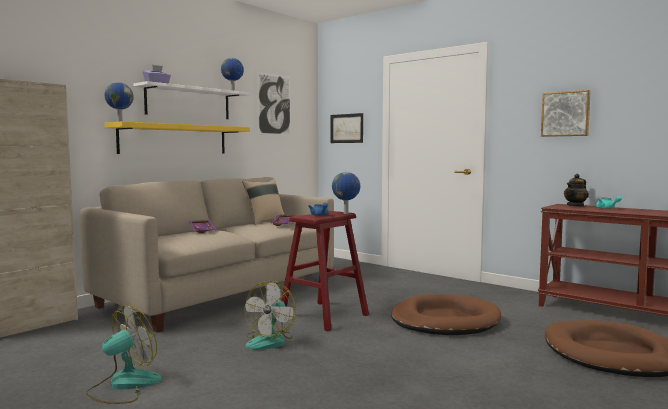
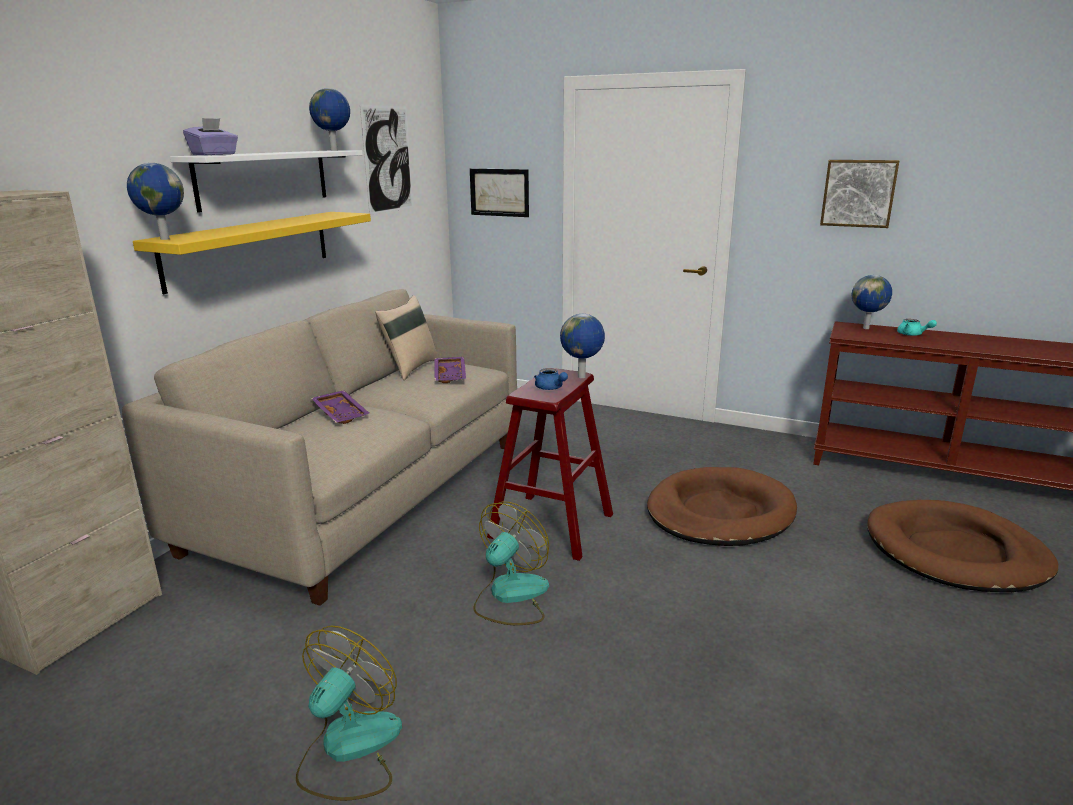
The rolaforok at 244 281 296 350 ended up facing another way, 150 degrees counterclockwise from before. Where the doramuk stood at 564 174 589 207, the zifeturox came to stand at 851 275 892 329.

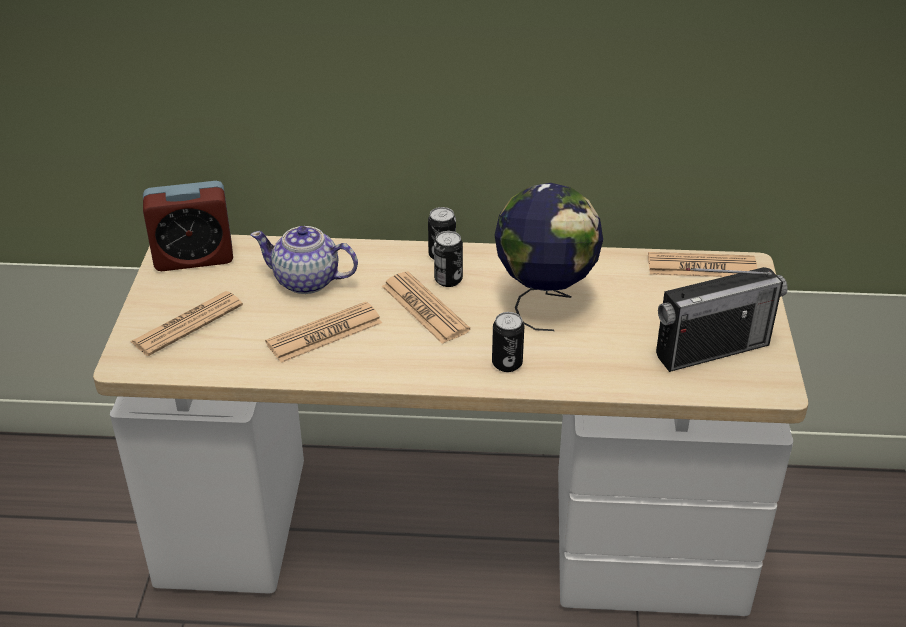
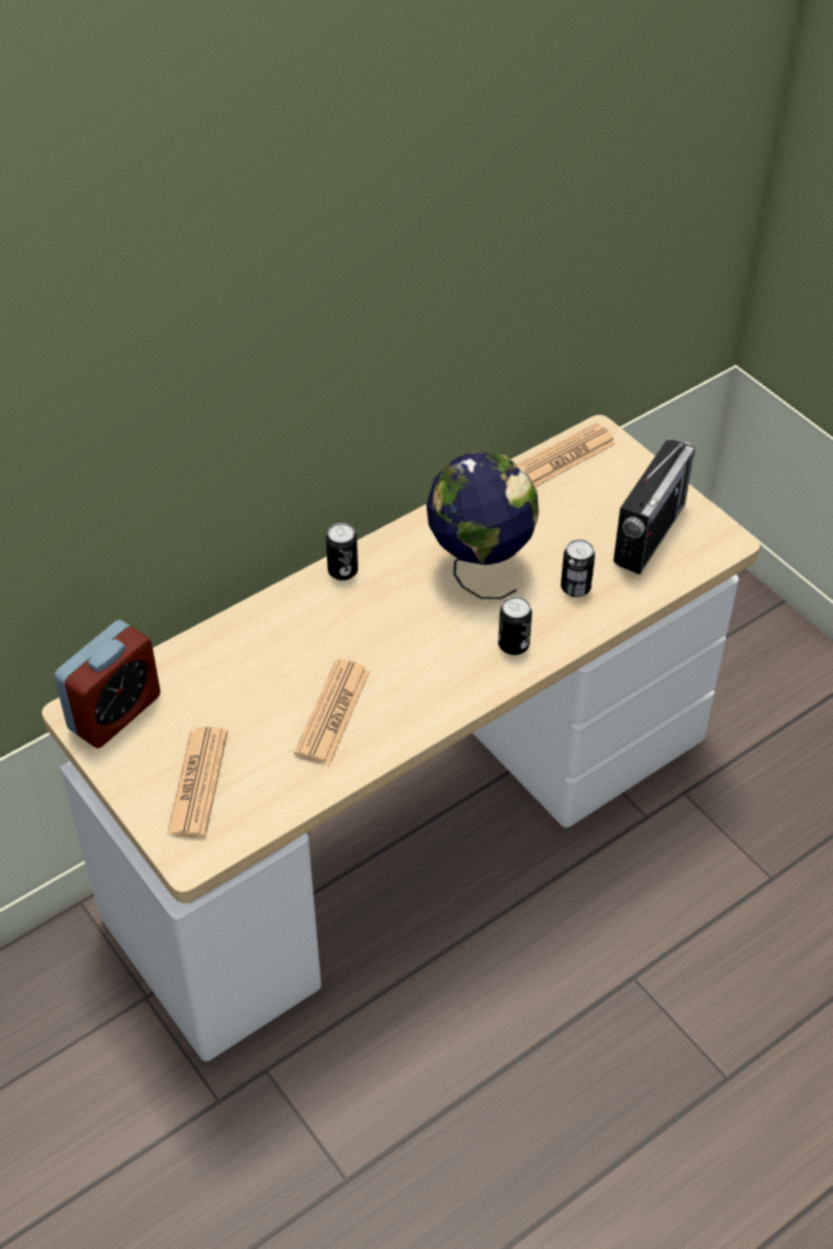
The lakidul ended up elsewhere, having gone from 434 231 463 287 to 561 539 595 597. The second view lost the doramuk at 251 226 358 294. The second view lost the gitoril at 382 272 470 344.

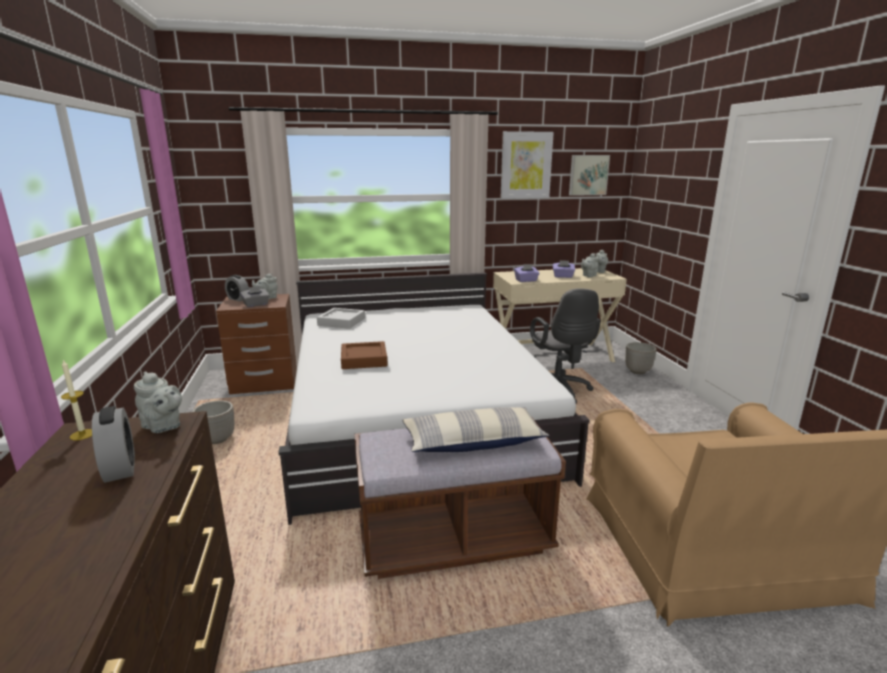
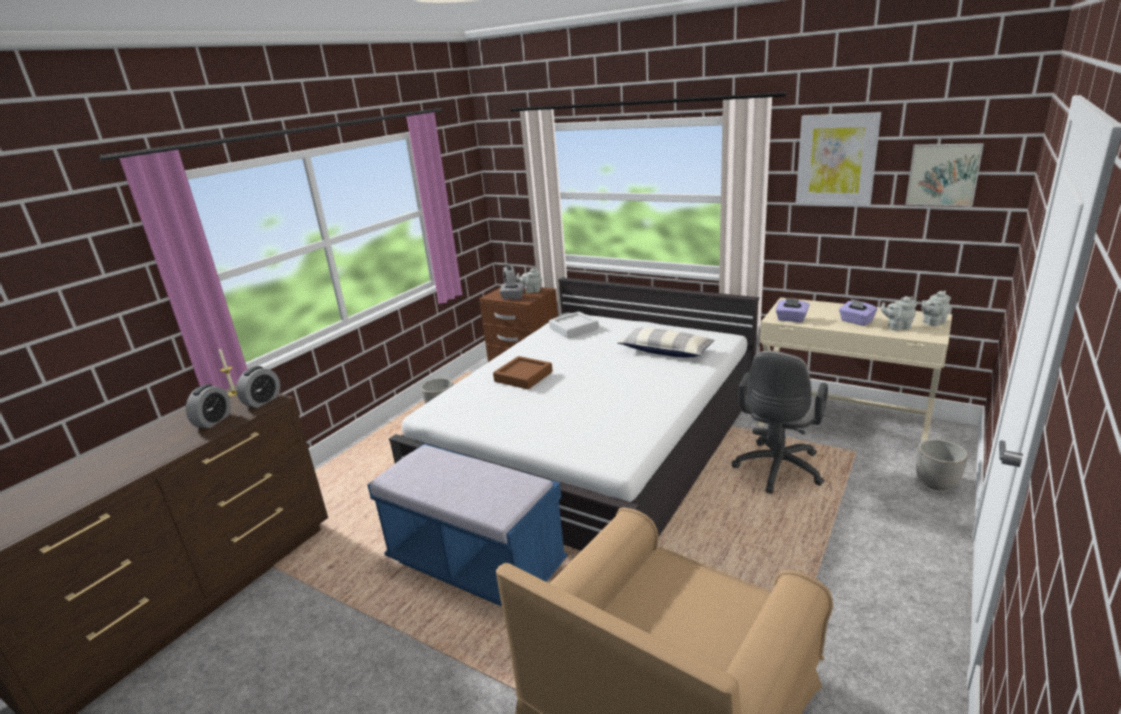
Where the doramuk (grey) stood at 134 371 182 433, the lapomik came to stand at 236 366 280 408. What was the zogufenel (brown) at 354 419 566 579 turned into the zogufenel (blue) at 368 443 567 606. The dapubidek ended up elsewhere, having gone from 402 407 549 452 to 617 328 715 358.

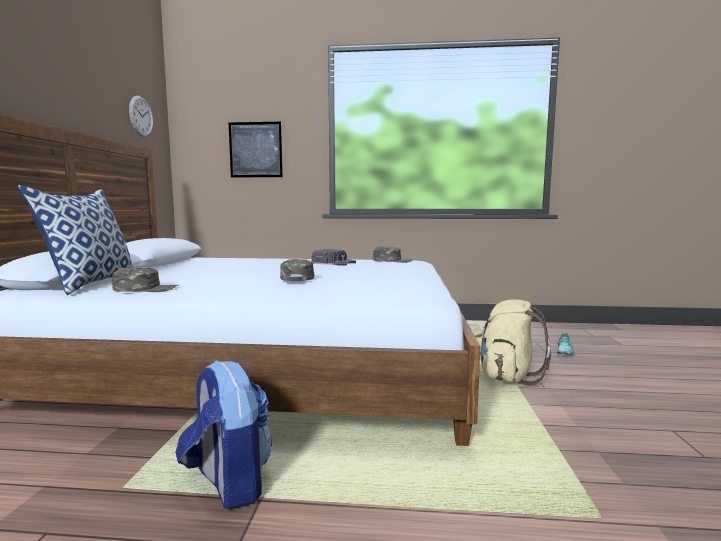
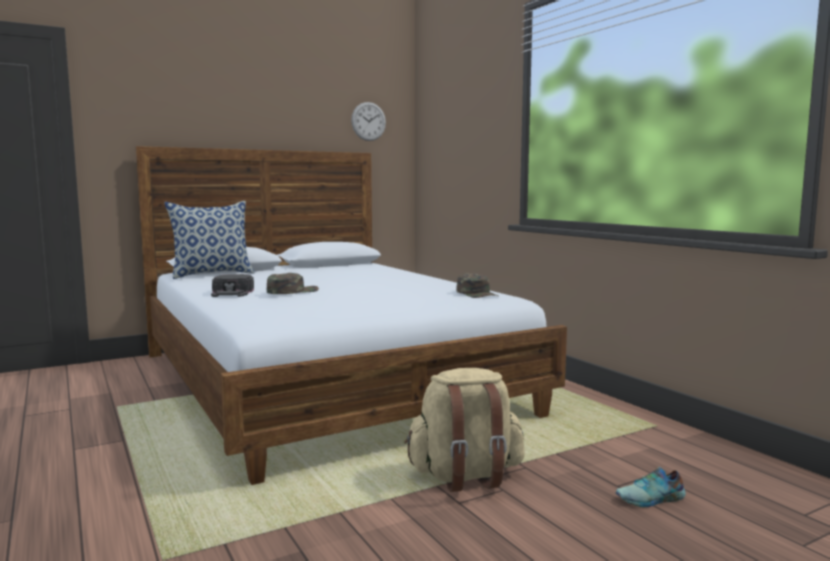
The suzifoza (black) ended up elsewhere, having gone from 311 249 356 265 to 211 274 254 297. The second view lost the suzifoza (green) at 112 267 179 292. The second view lost the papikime at 175 360 272 510. The second view lost the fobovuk at 229 122 283 178.

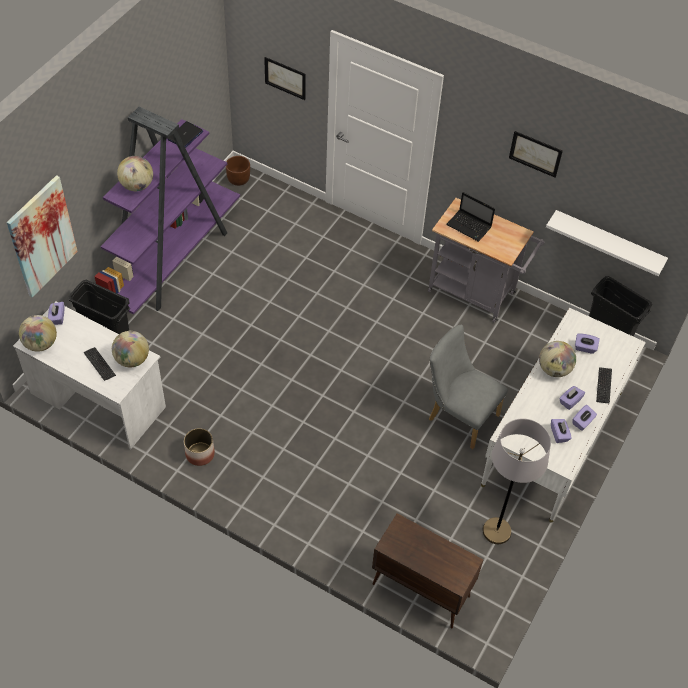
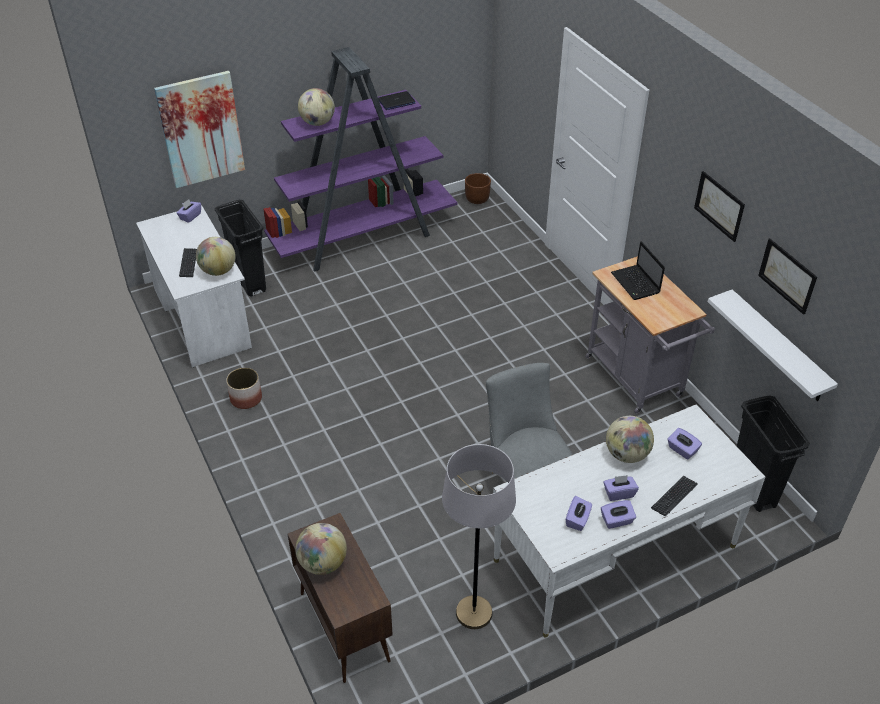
The zifeturox ended up elsewhere, having gone from 19 315 57 352 to 295 523 347 575. The fobovuk ended up elsewhere, having gone from 264 57 306 100 to 758 238 817 315.

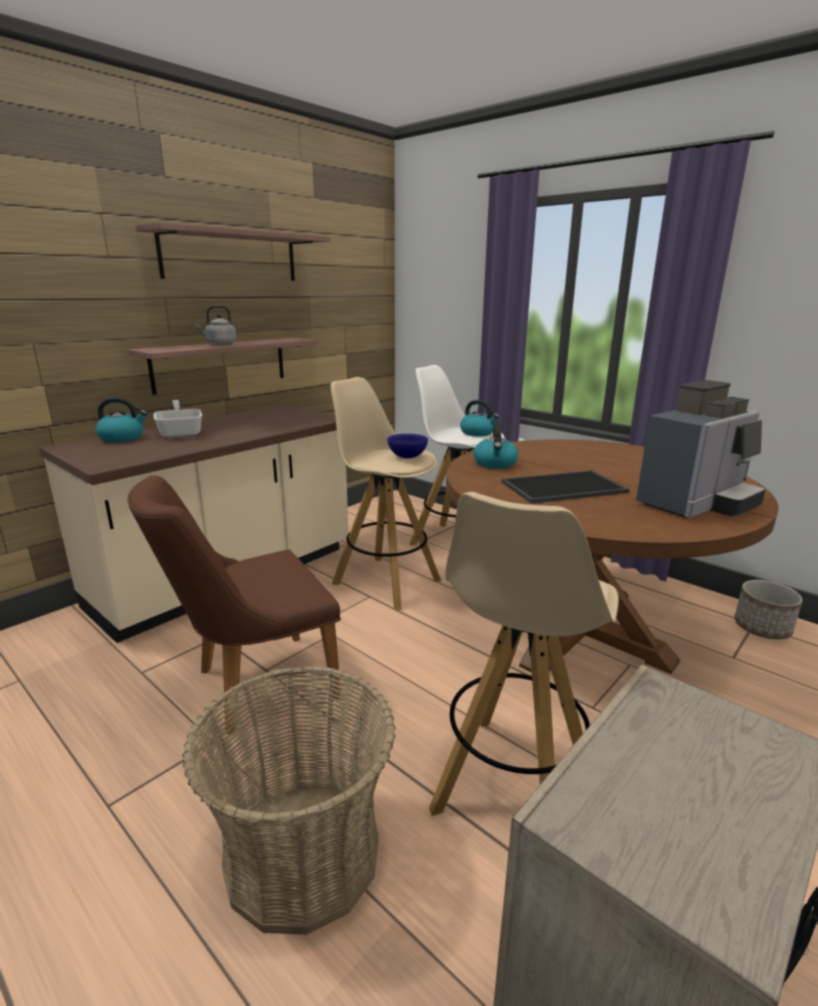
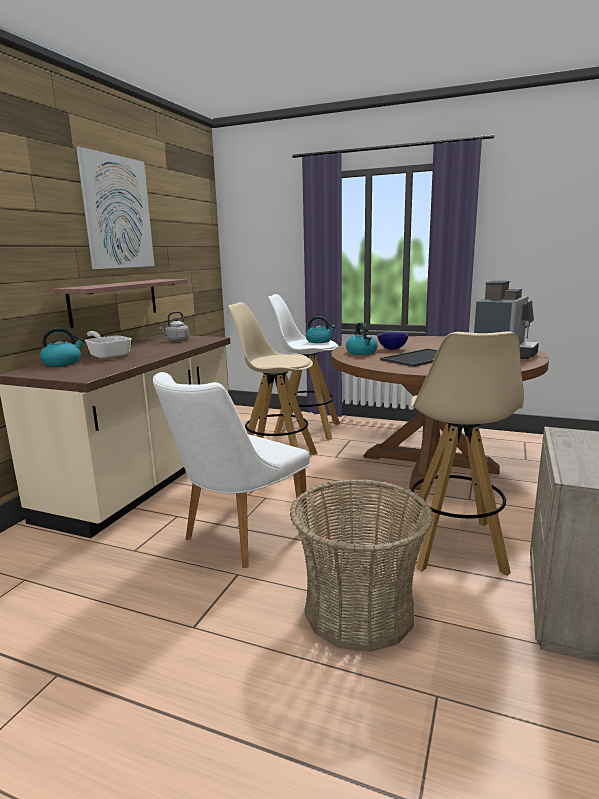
Where the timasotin hung at 135 222 330 281, the fobovuk came to hang at 76 147 154 269. What was the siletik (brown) at 128 475 341 734 turned into the siletik (white) at 153 372 310 568. The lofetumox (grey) ended up elsewhere, having gone from 195 306 236 345 to 159 311 190 341. The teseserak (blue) ended up elsewhere, having gone from 387 434 428 459 to 377 332 408 350. The second view lost the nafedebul at 735 580 803 640.

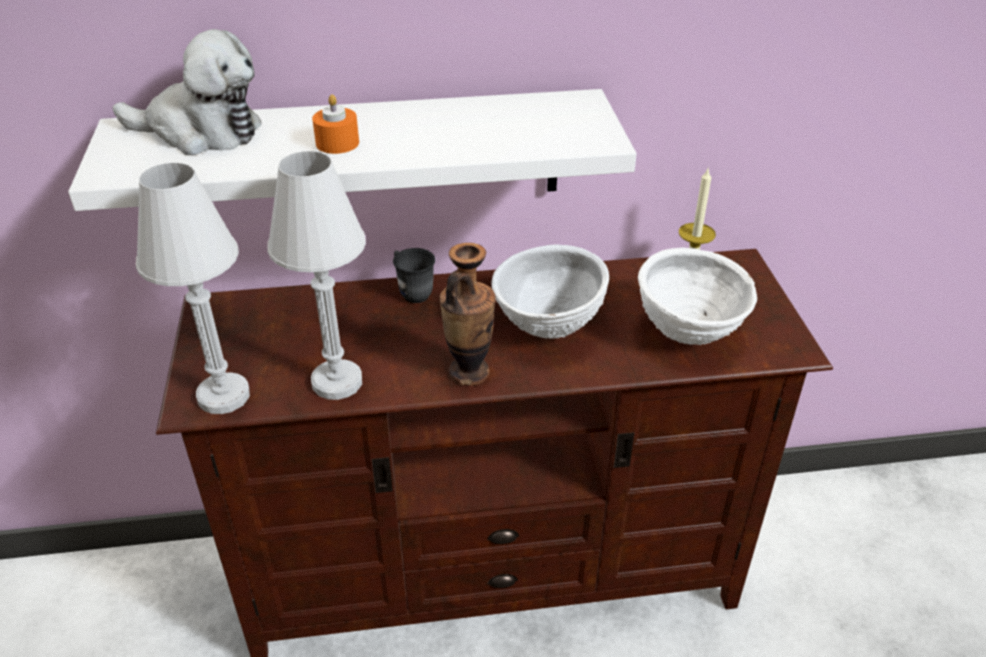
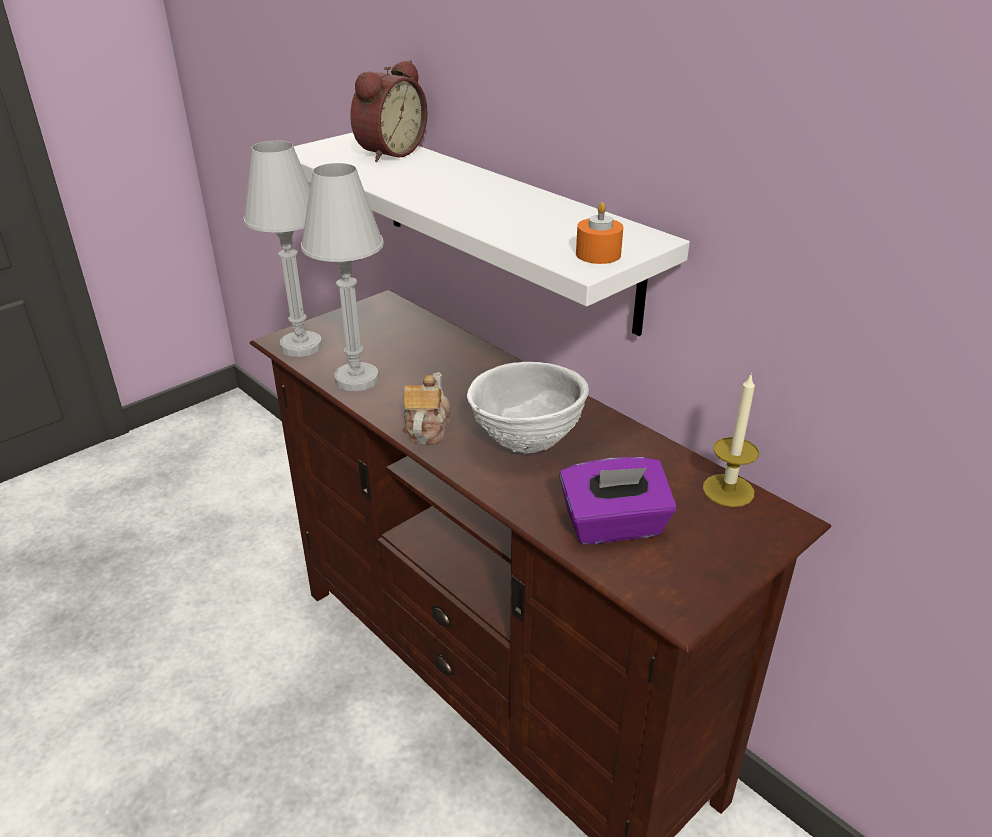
Where the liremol stood at 113 29 262 155, the lapomik came to stand at 350 60 427 162. Where the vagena stood at 439 243 496 386, the doramuk came to stand at 402 372 451 445. Where the teseserak (white) stood at 638 247 757 345, the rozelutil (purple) came to stand at 559 457 677 544. The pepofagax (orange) ended up elsewhere, having gone from 312 94 359 154 to 576 202 624 264. The second view lost the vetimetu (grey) at 393 248 435 303.

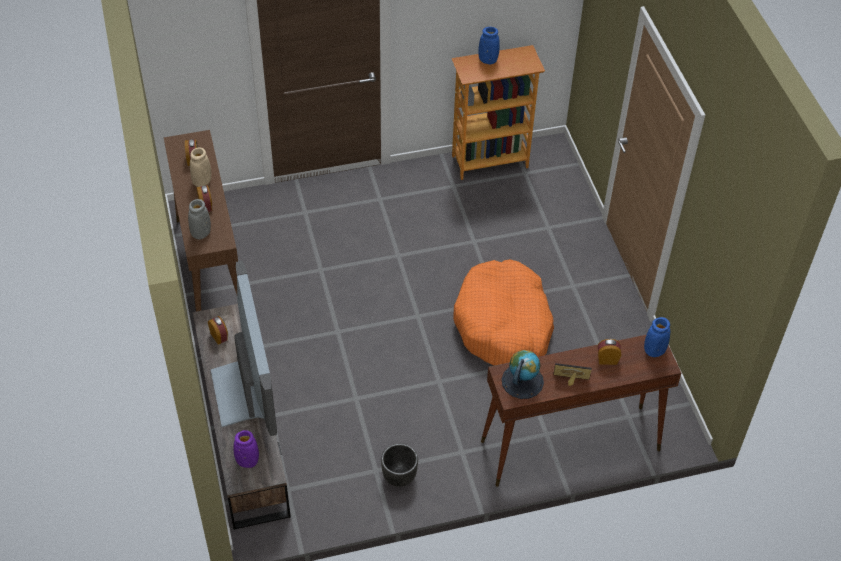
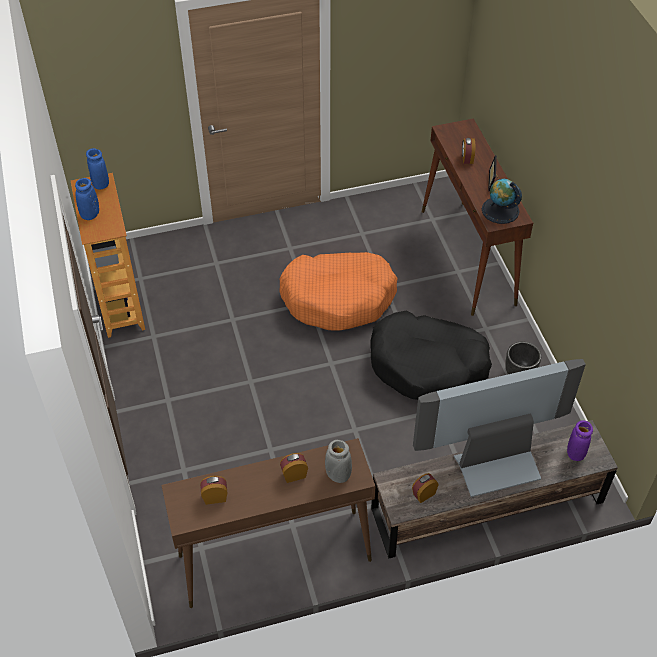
The vagena (blue) ended up elsewhere, having gone from 644 317 670 357 to 86 148 109 190. The second view gained the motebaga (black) at 370 310 492 400. The second view lost the vagena (beige) at 190 148 211 187.

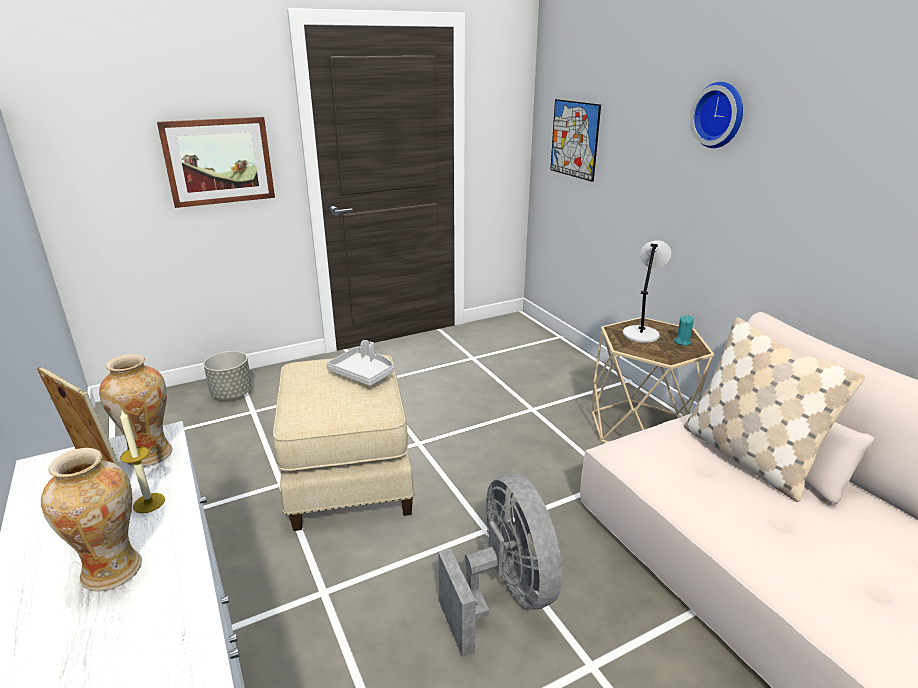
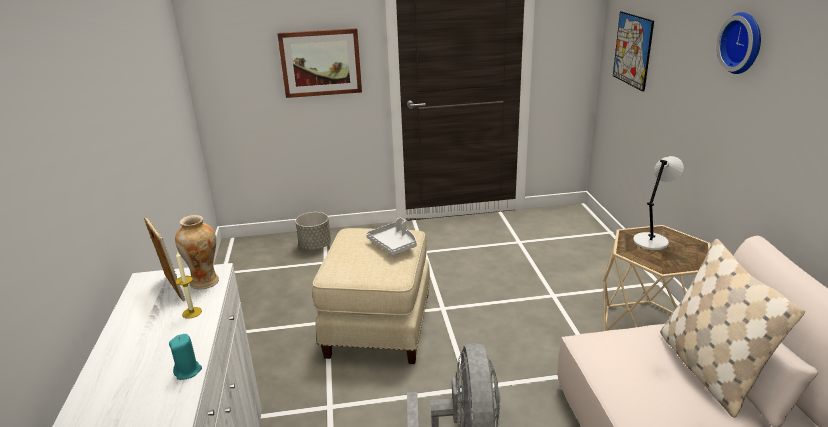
The pepofagax (turquoise) ended up elsewhere, having gone from 674 315 694 346 to 169 334 202 380. The second view lost the vagena at 41 448 142 591.

